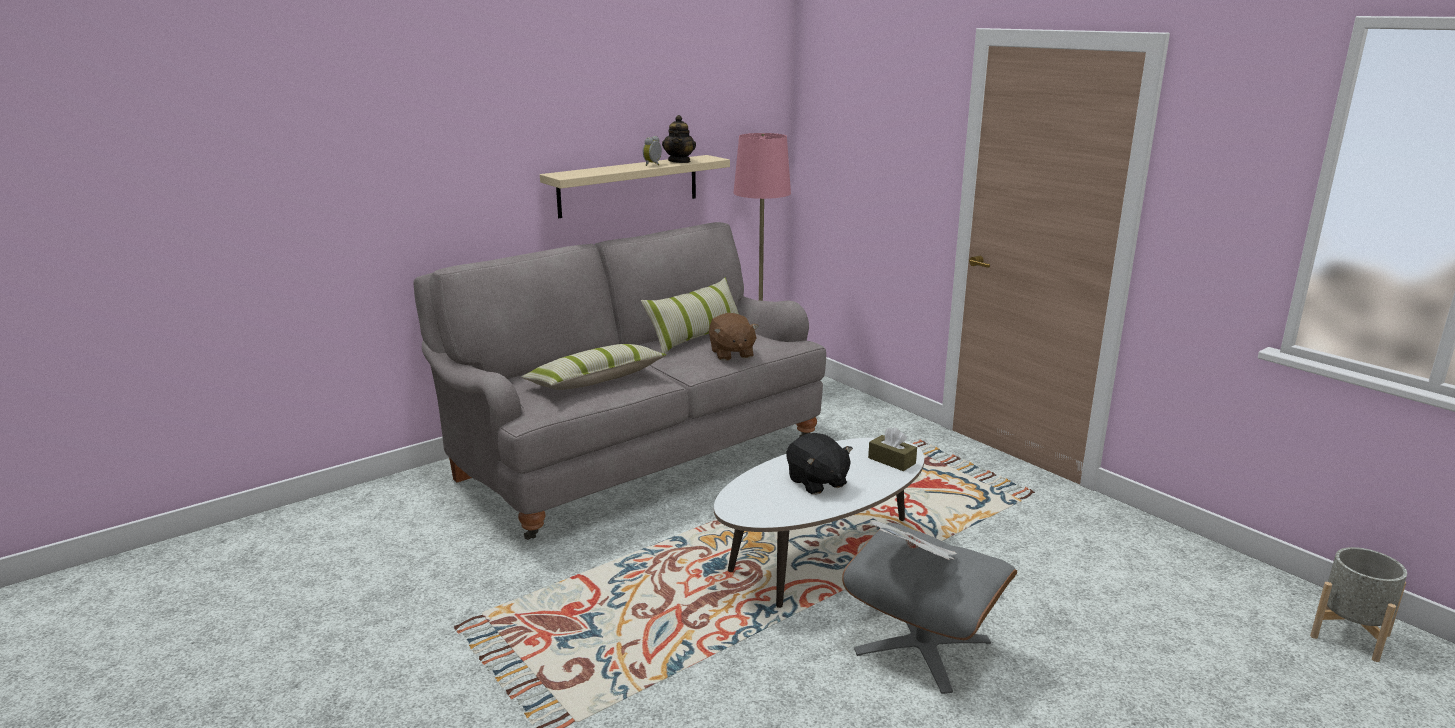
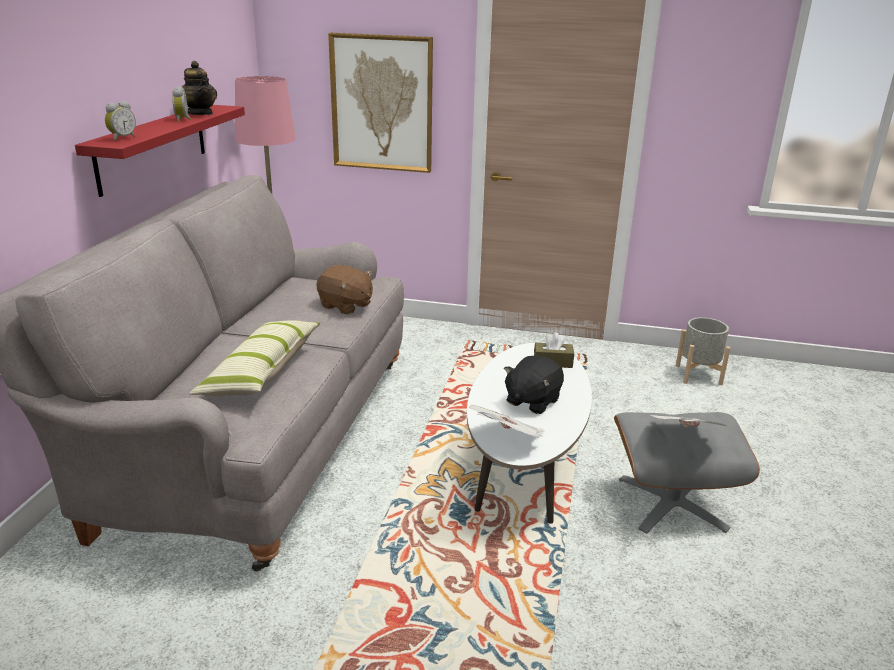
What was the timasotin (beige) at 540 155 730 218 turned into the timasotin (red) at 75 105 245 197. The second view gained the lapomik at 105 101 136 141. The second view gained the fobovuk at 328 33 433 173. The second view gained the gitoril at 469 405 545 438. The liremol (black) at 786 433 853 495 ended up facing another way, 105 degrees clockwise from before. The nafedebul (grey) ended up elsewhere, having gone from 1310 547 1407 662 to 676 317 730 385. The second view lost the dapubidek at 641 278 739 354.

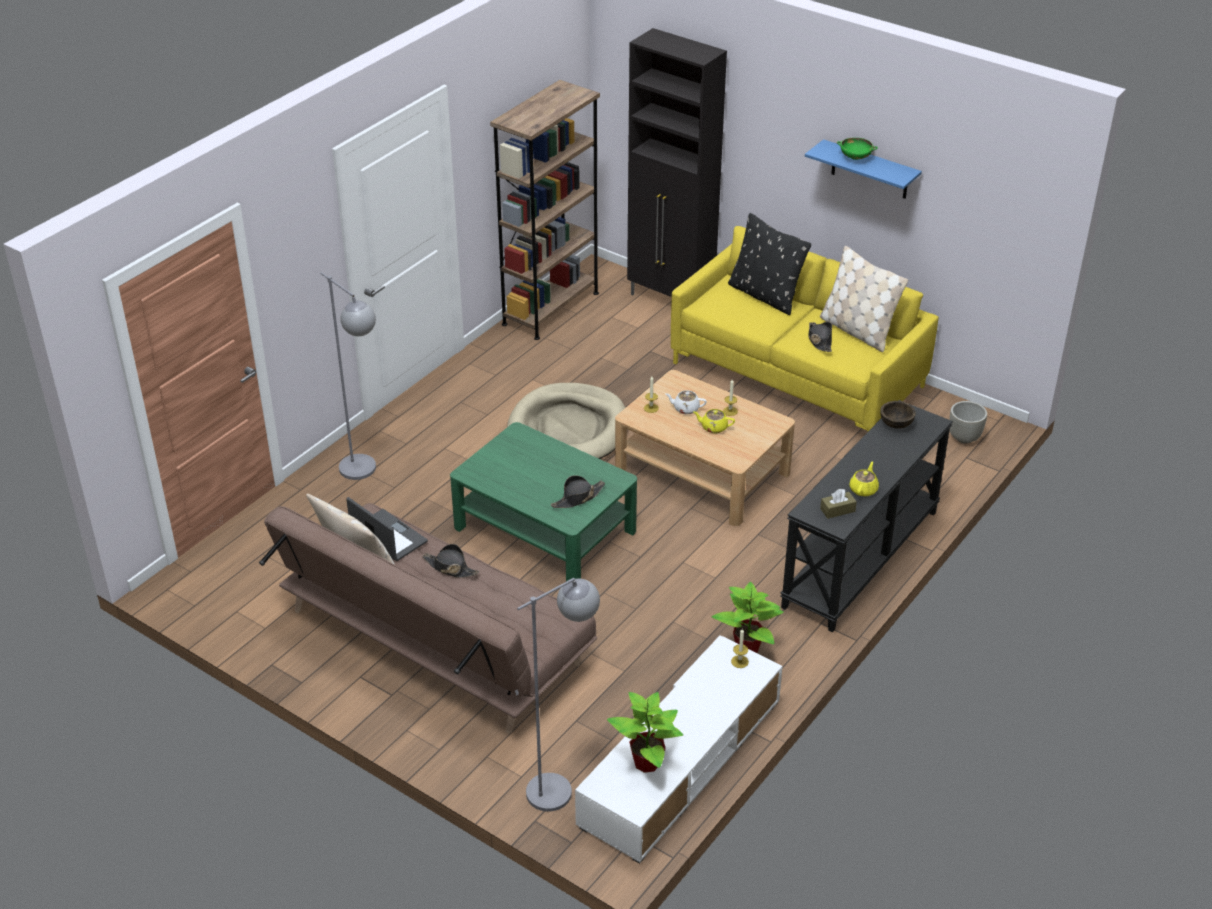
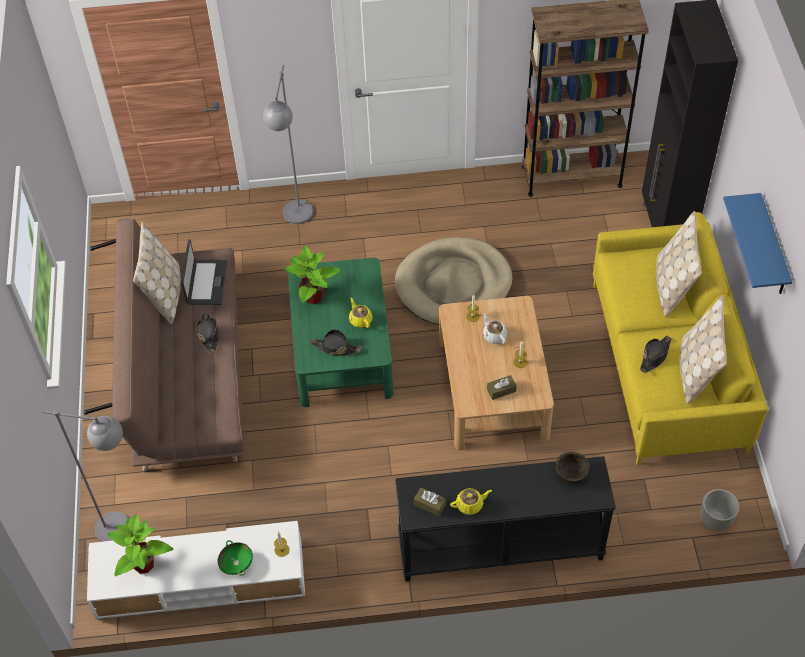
The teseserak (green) ended up elsewhere, having gone from 837 138 878 160 to 218 540 253 576. The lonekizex ended up elsewhere, having gone from 712 582 784 653 to 284 245 341 304. The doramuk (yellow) ended up elsewhere, having gone from 693 409 735 433 to 349 298 373 328. The second view gained the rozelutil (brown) at 487 375 517 400. What was the dapubidek (black) at 728 213 811 315 turned into the dapubidek (beige) at 656 211 702 317.

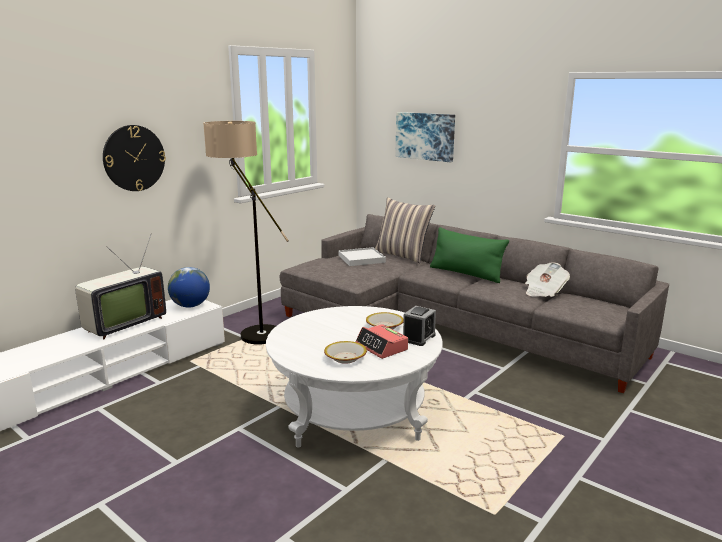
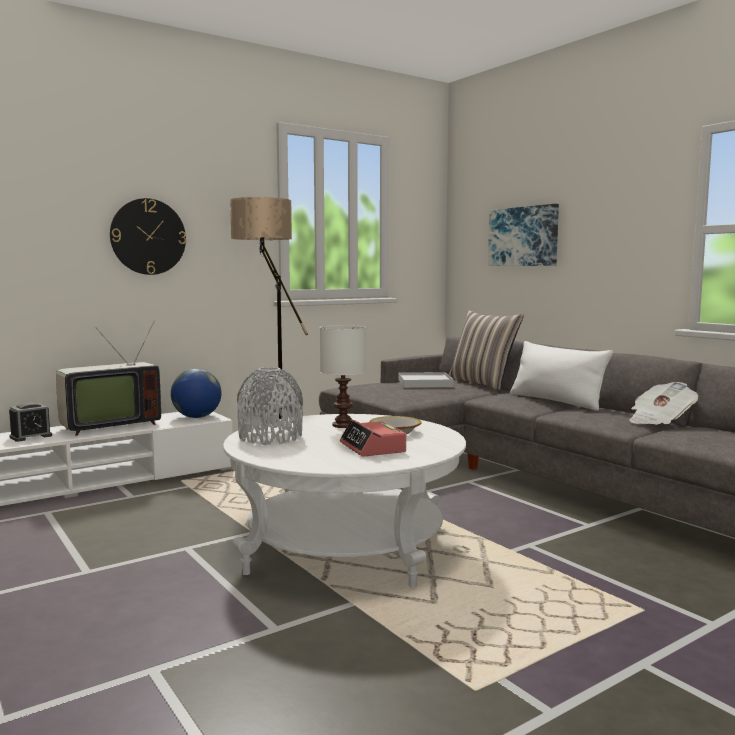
The lapomik ended up elsewhere, having gone from 403 306 436 346 to 9 402 52 442. The second view gained the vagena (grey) at 237 367 303 445. The second view gained the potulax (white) at 320 325 366 428. What was the dapubidek (green) at 430 227 509 283 turned into the dapubidek (white) at 510 341 613 411. The second view lost the teseserak at 324 341 367 364.

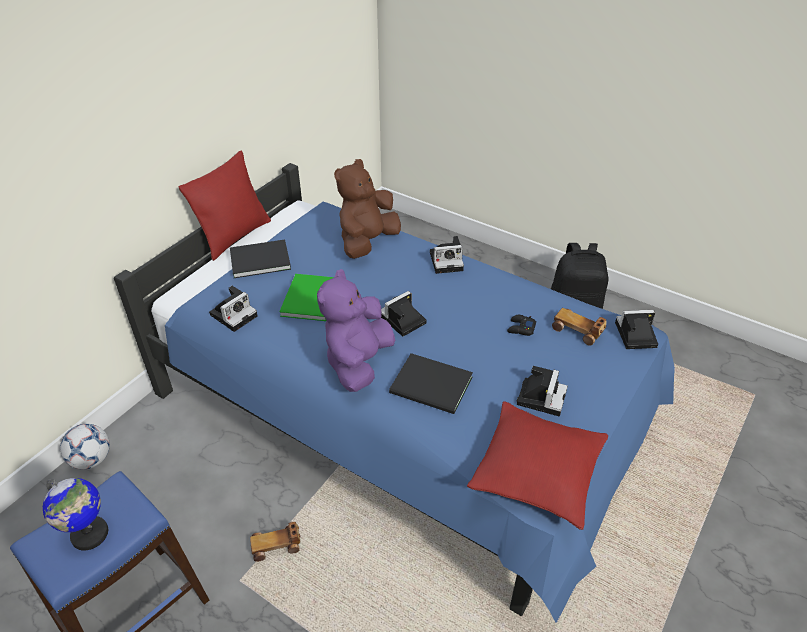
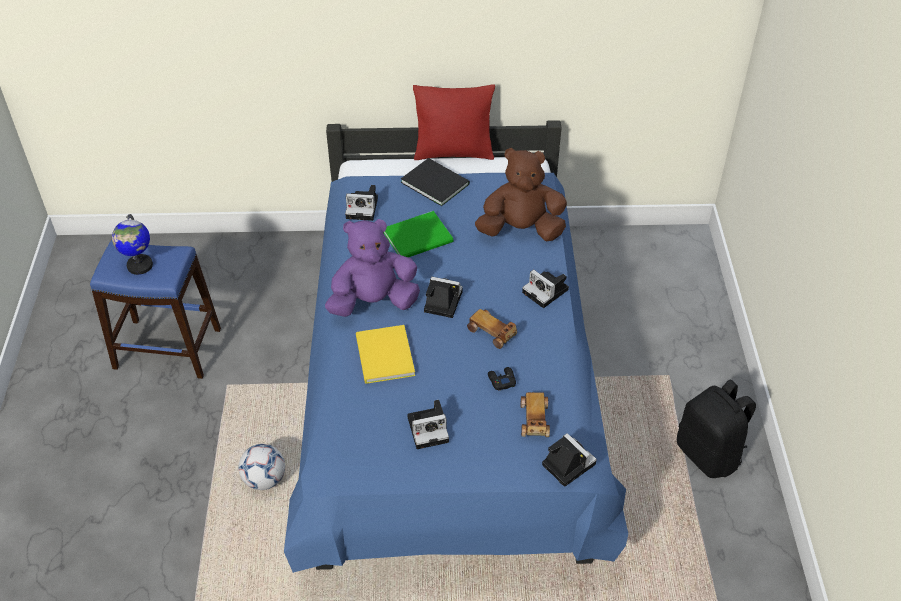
The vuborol ended up elsewhere, having gone from 60 424 110 470 to 238 444 285 490. What was the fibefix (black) at 389 353 473 414 turned into the fibefix (yellow) at 356 325 415 384. The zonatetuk ended up elsewhere, having gone from 250 522 300 562 to 467 309 517 349. The second view lost the dapubidek (red) at 467 401 608 530.

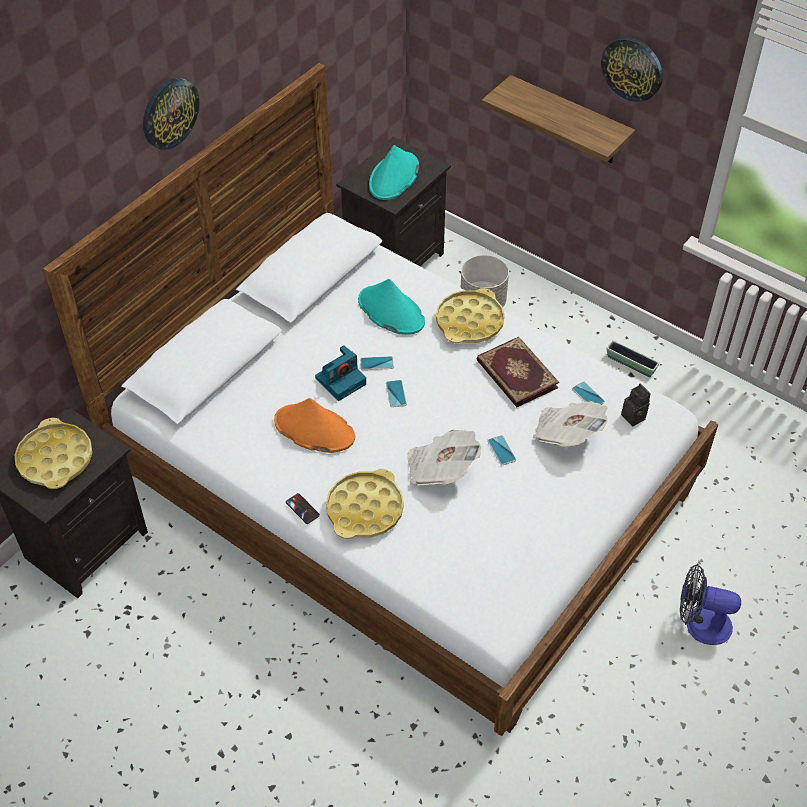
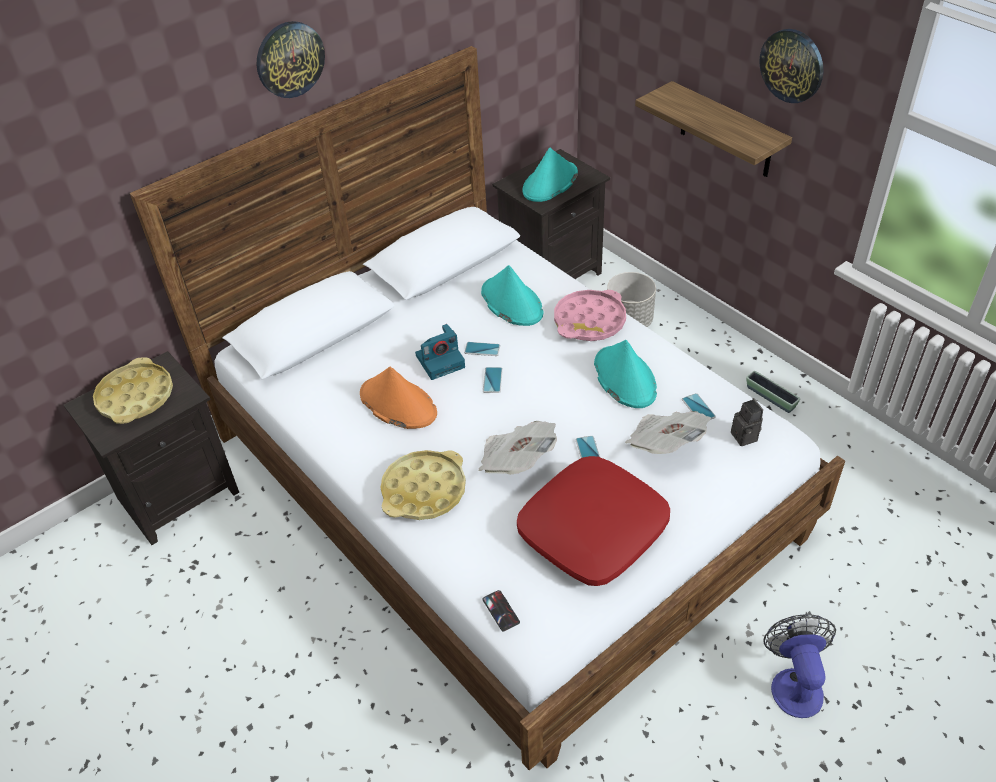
The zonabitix ended up elsewhere, having gone from 286 493 320 524 to 482 590 520 632. The second view gained the dapubidek (red) at 517 456 670 586. What was the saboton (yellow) at 436 288 505 343 turned into the saboton (pink) at 554 290 626 341. Where the fibefix stood at 477 337 559 407, the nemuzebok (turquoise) came to stand at 594 340 657 408. The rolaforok at 680 563 741 645 ended up facing another way, 60 degrees clockwise from before.

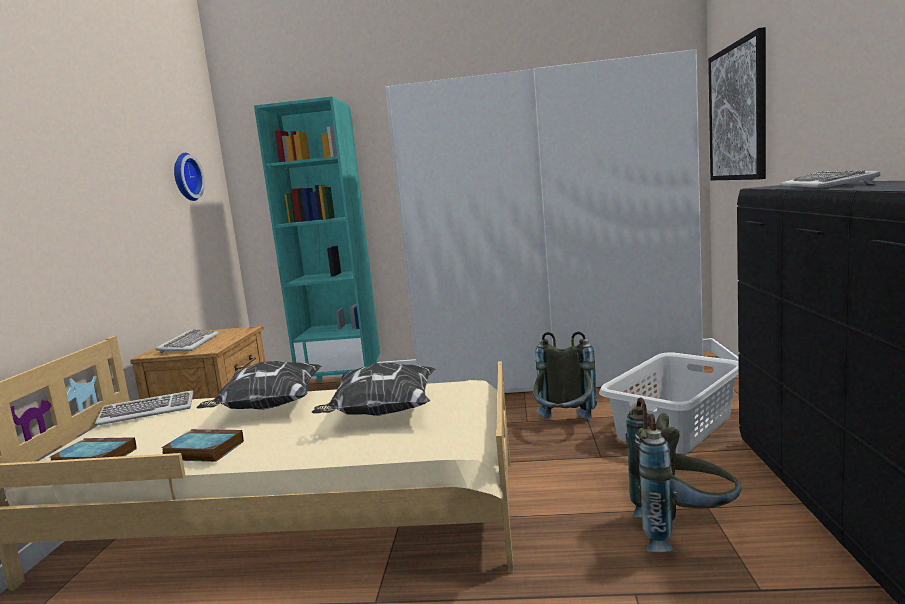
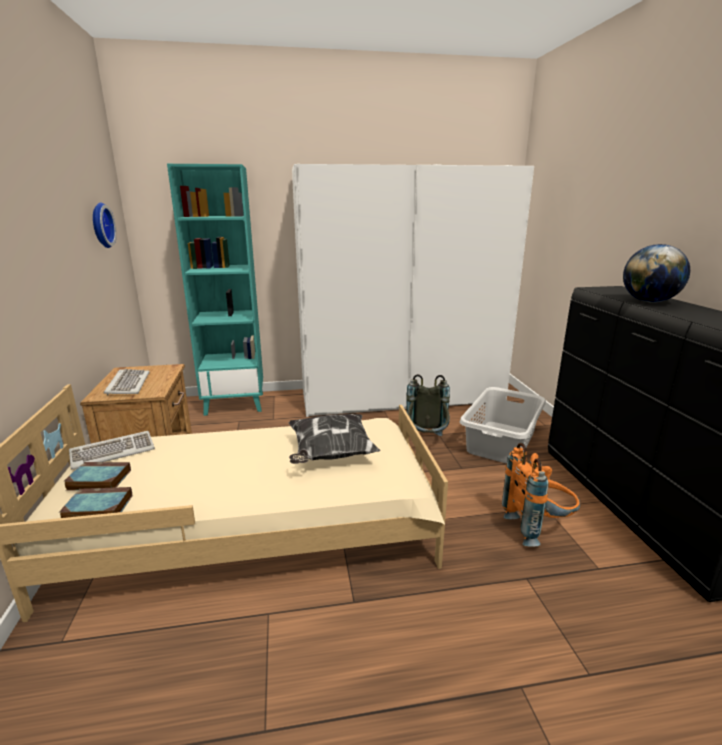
The fibefix ended up elsewhere, having gone from 161 429 244 462 to 63 462 131 490. What was the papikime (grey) at 626 397 741 552 turned into the papikime (orange) at 502 443 580 547. Where the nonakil stood at 780 170 881 188, the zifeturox came to stand at 623 244 690 303. The second view lost the dapubidek at 196 361 322 410. The second view lost the fobovuk at 708 27 766 180.

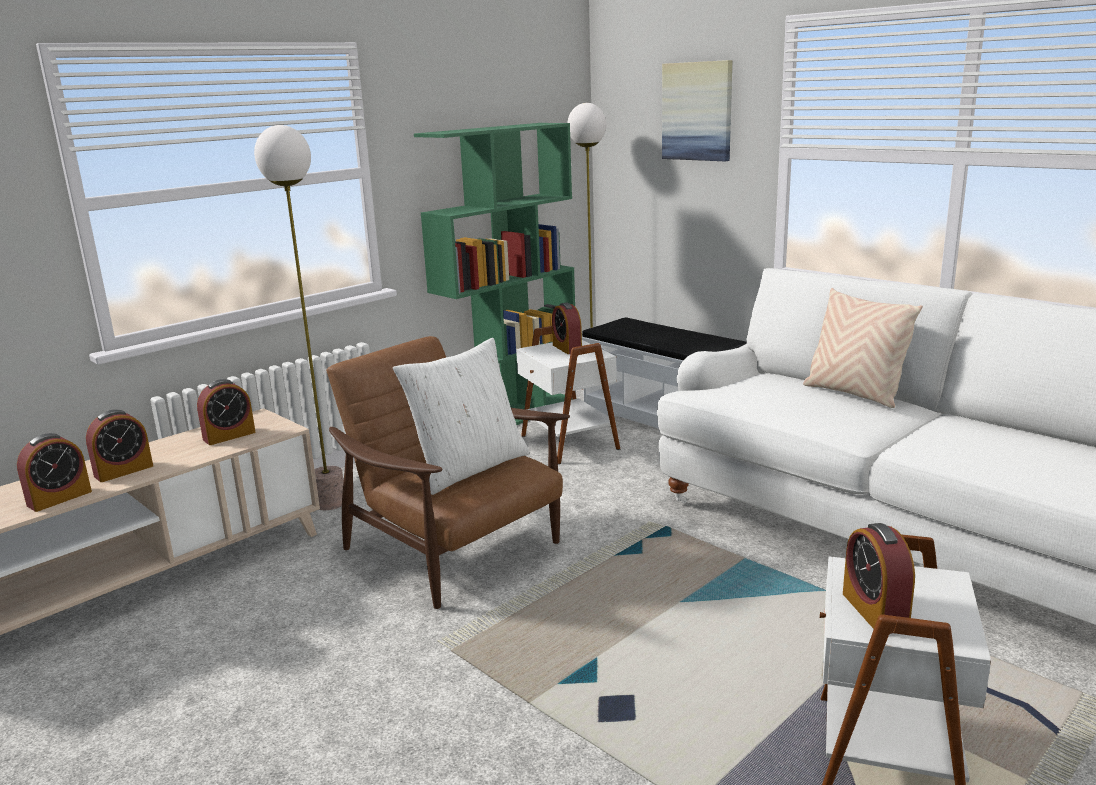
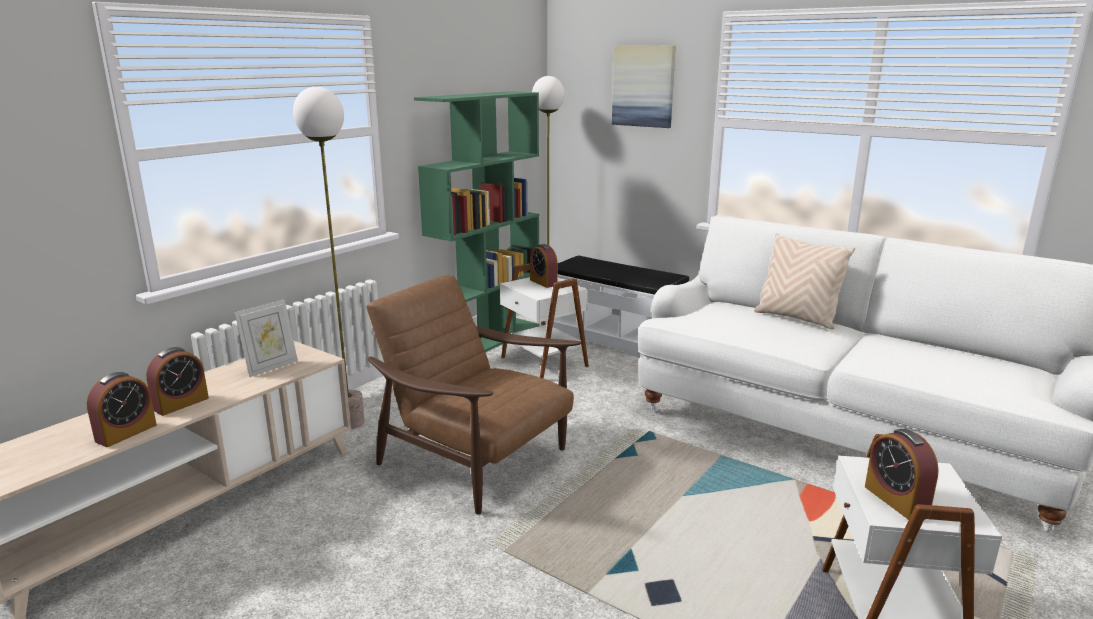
Where the lapomik stood at 197 379 256 445, the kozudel came to stand at 235 299 298 377. The second view lost the dapubidek (white) at 393 338 530 495.

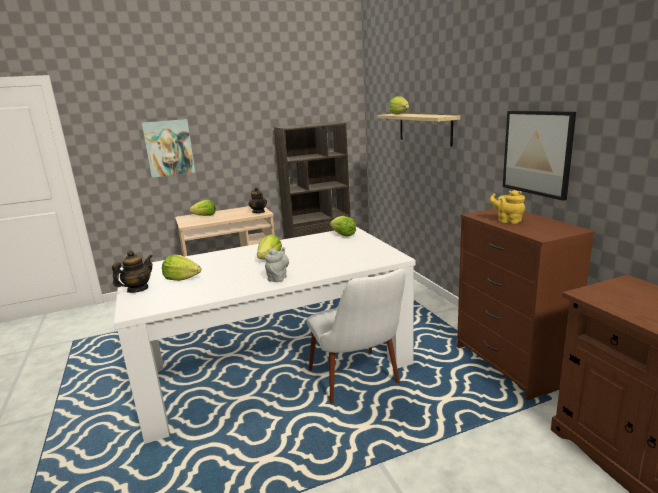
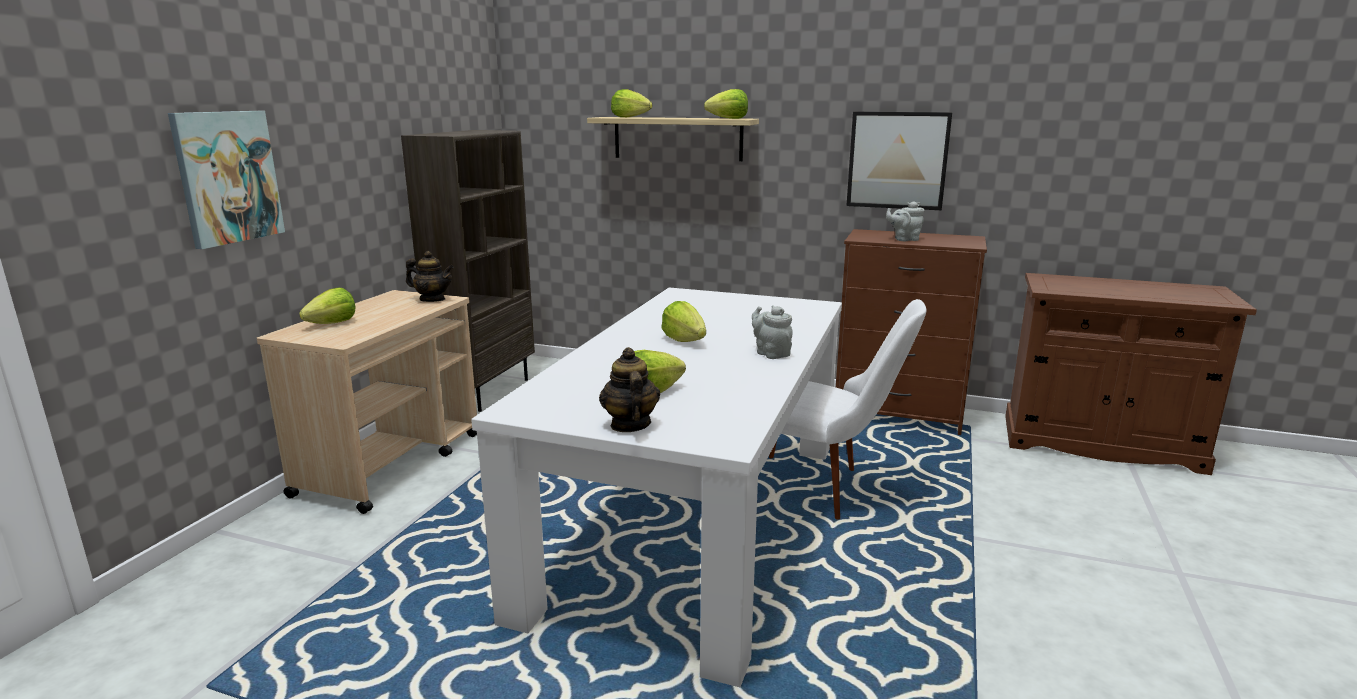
The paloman ended up elsewhere, having gone from 330 216 356 237 to 704 89 748 119. What was the doramuk (yellow) at 490 190 525 224 turned into the doramuk (grey) at 886 201 925 241.

